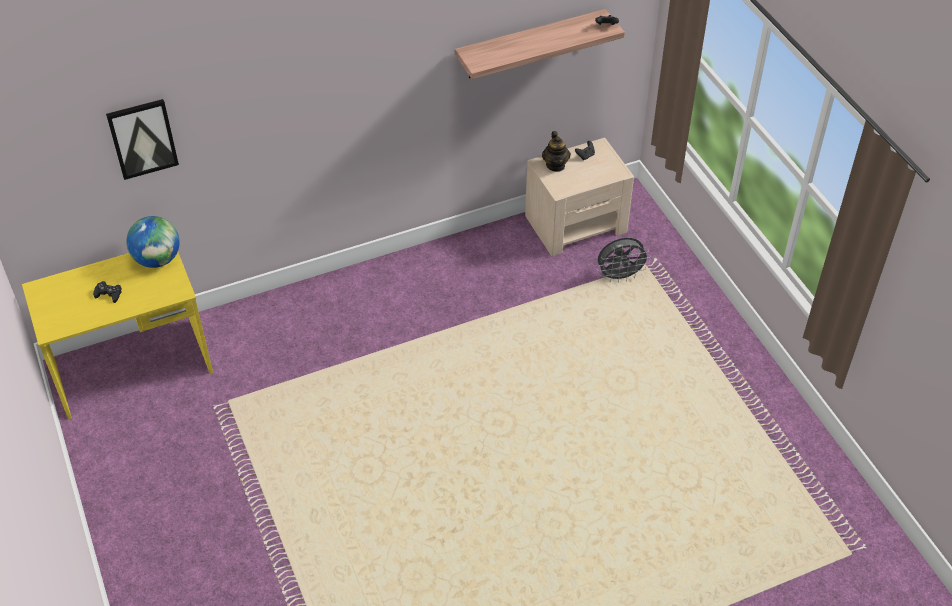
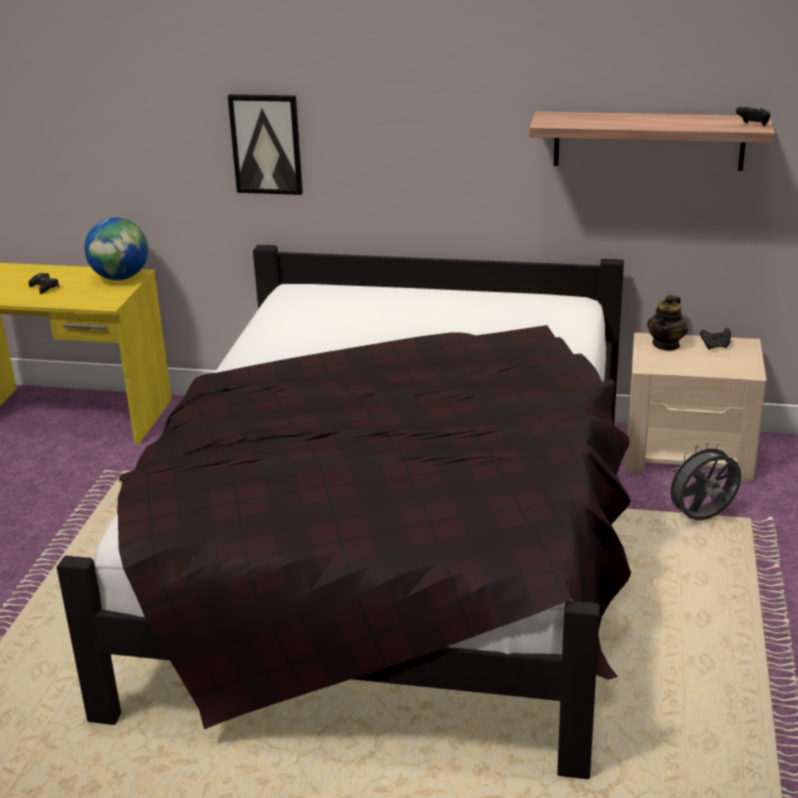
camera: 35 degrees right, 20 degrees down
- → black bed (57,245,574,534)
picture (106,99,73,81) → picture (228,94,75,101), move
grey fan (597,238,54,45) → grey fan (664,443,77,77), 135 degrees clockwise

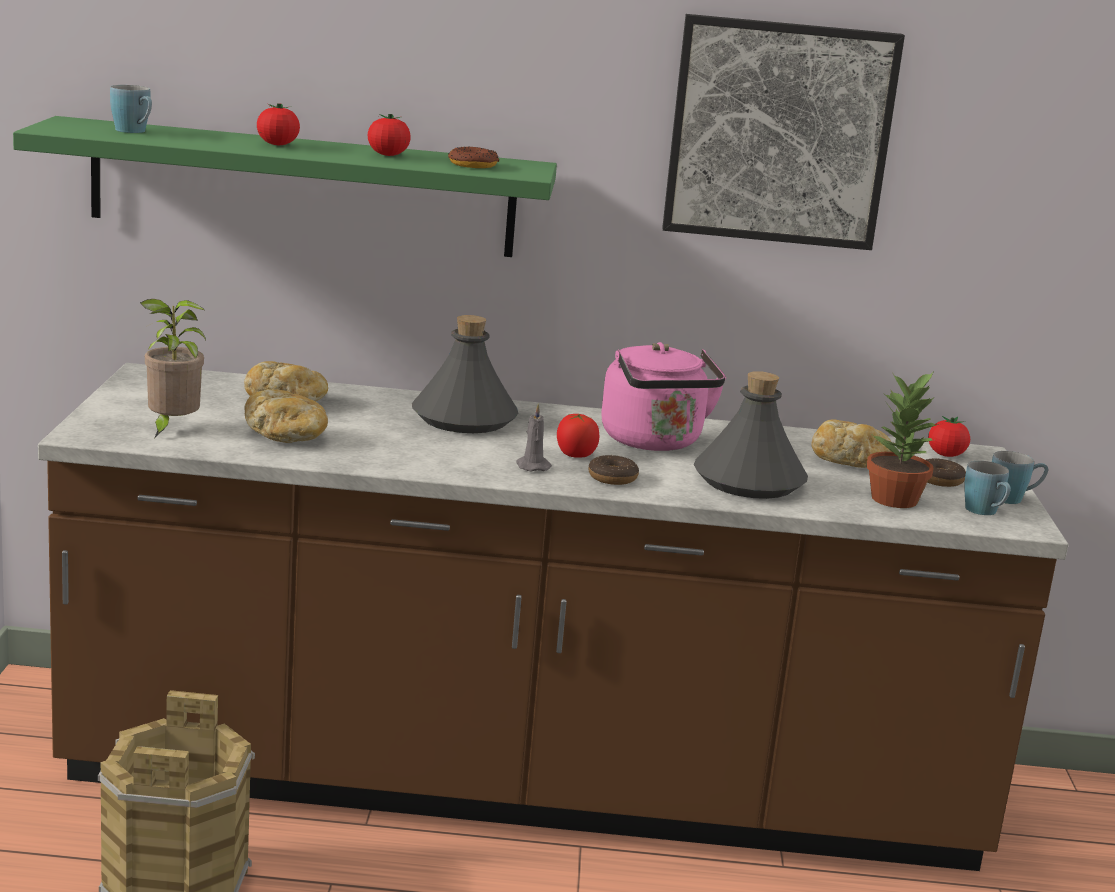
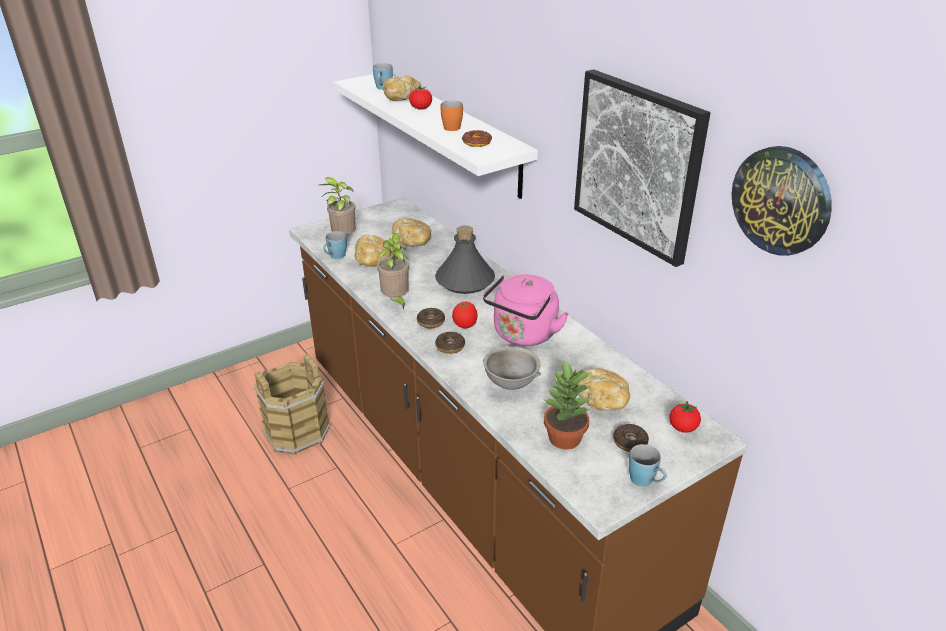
camera: 55 degrees right, 15 degrees up
blue mug (964,461,47,54) → blue mug (323,231,24,28), move
green shelf (13,116,544,141) → white shelf (334,74,204,125)
- → potted plant (377,233,32,77)
- → bread (383,75,38,26)
grey candle (516,403,36,68) → donut (417,308,28,20)
tomato (368,114,43,42) → orange mug (440,101,23,30)
grey bottle (694,371,114,128) → grey bowl (483,346,58,44)
- → wall clock (732,146,100,110)

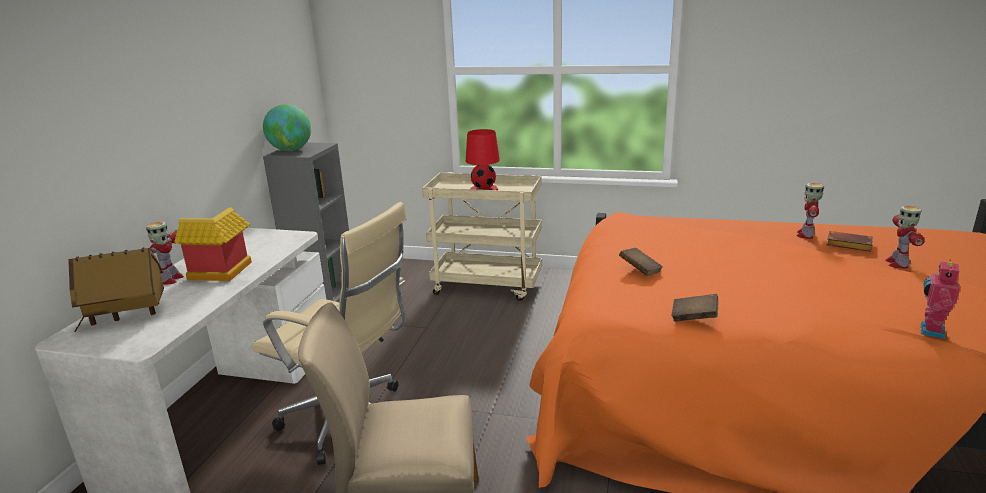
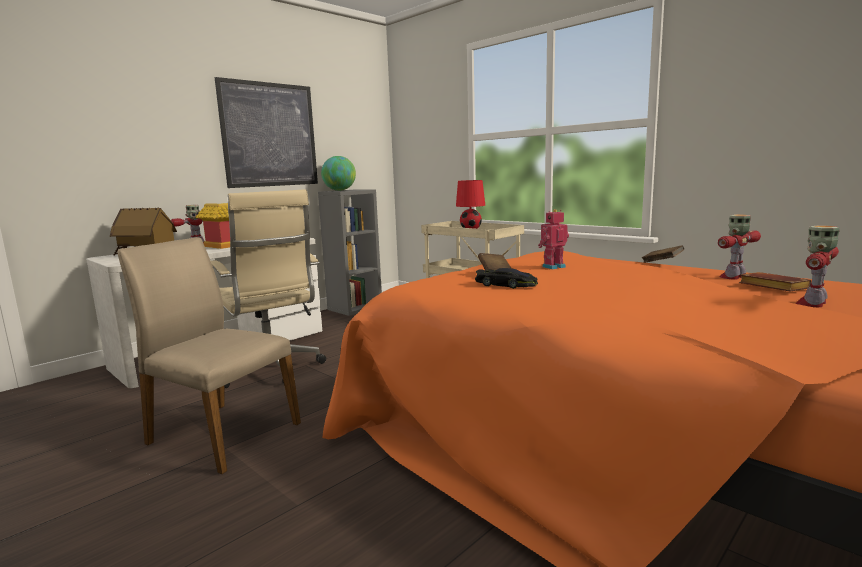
camera: 30 degrees right, 10 degrees down
- → picture (214,77,104,111)
- → black toy car (475,268,63,21)
toy robot (921,259,39,80) → toy robot (538,209,31,60), move
brown book (672,294,47,28) → brown book (642,245,42,18), move

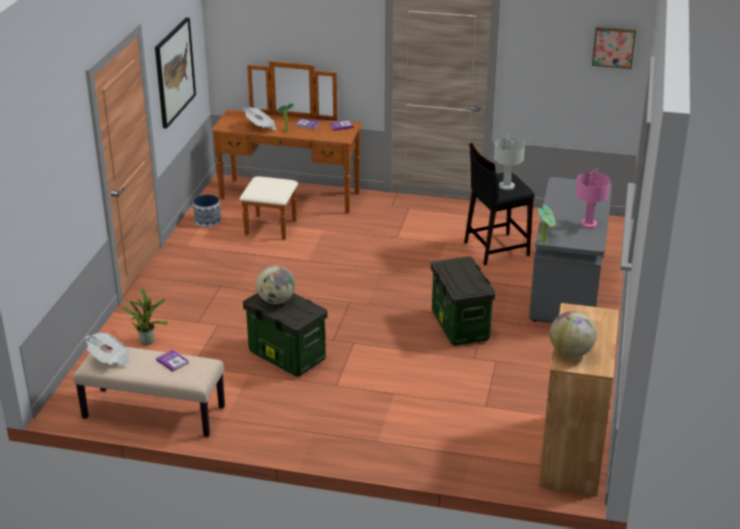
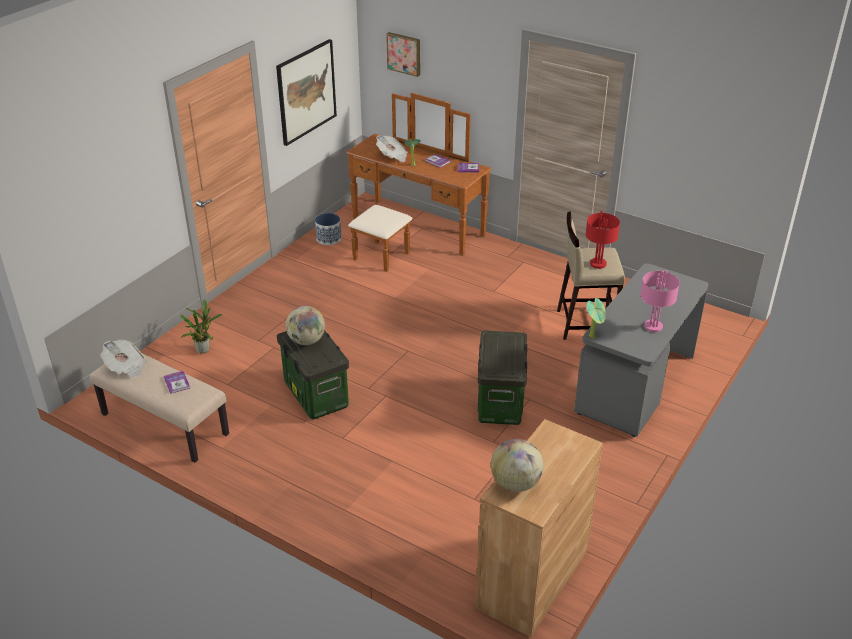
camera: 20 degrees right, 5 degrees up
picture (592,27,44,42) → picture (386,32,34,45), move
black stool (464,143,70,122) → beige stool (557,212,68,128)
grey table lamp (494,134,31,56) → red table lamp (585,210,35,59)

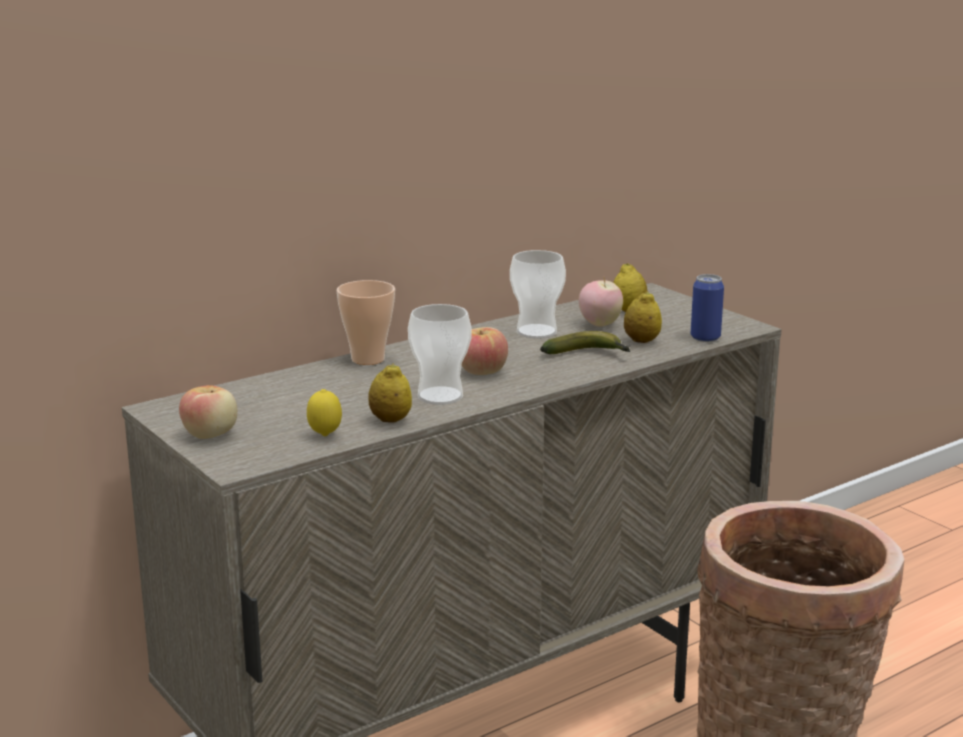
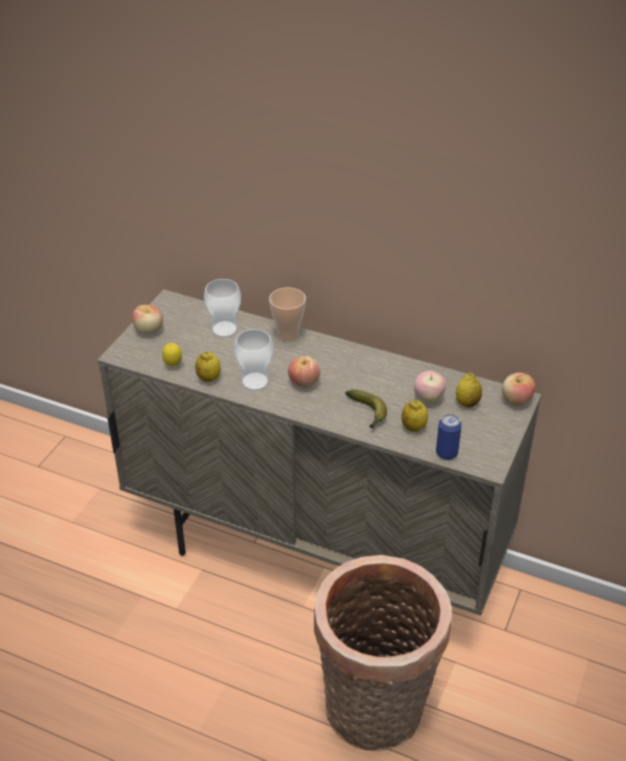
camera: 60 degrees right, 20 degrees up
cup (510,250,56,89) → cup (204,279,37,59), move
- → apple (502,373,34,33)

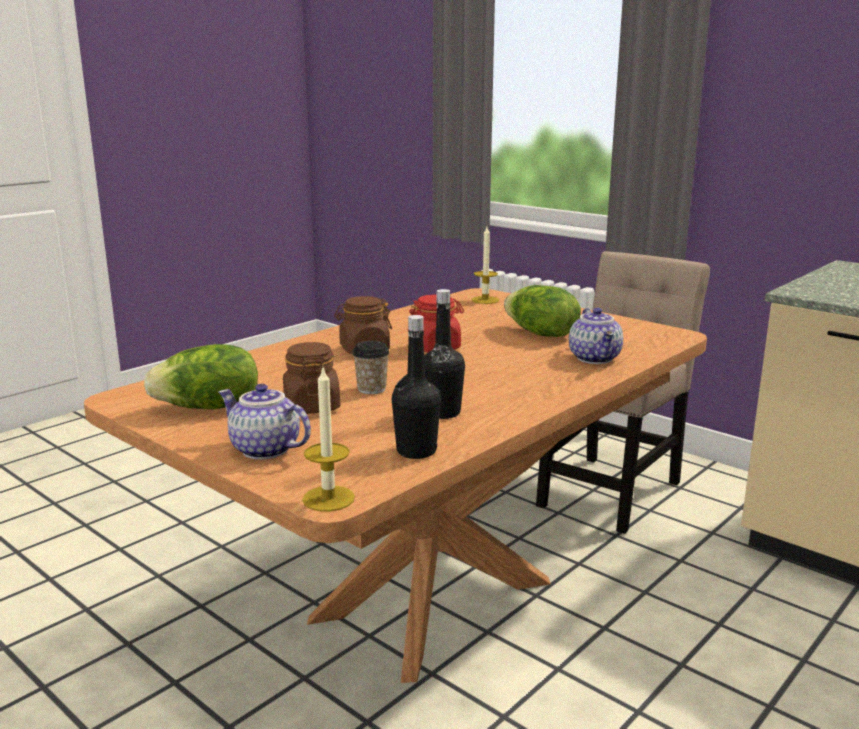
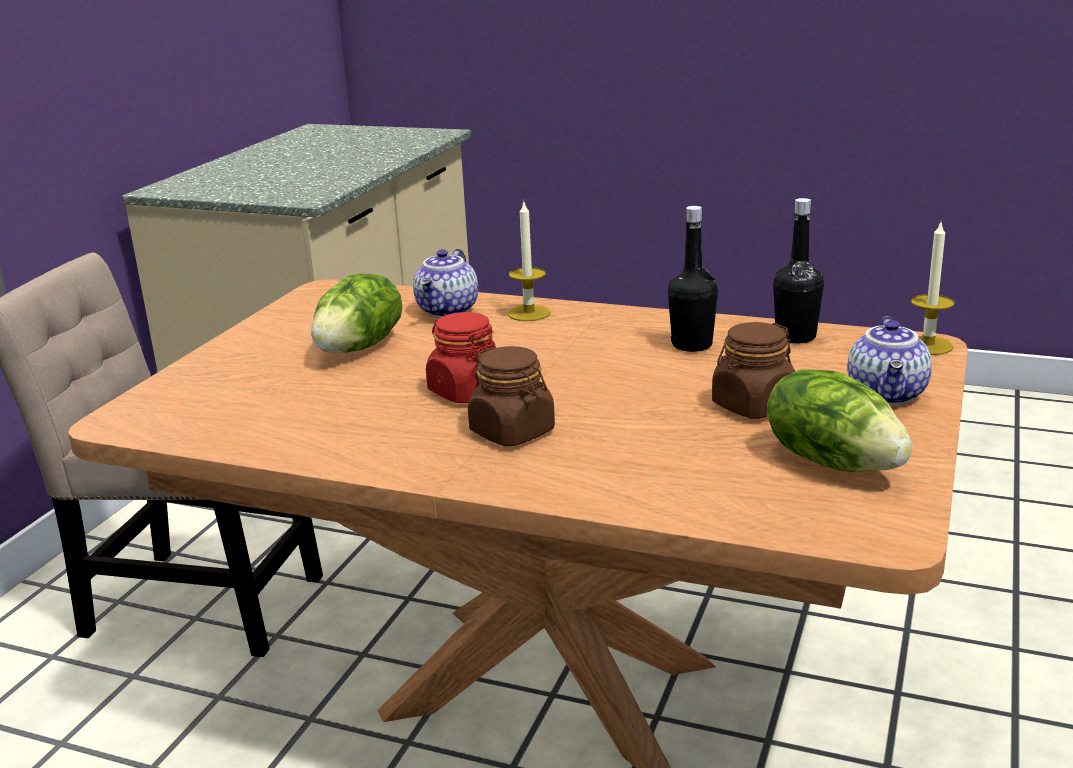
camera: 110 degrees left, 5 degrees up
teapot (569,308,54,56) → teapot (413,249,65,69), 135 degrees clockwise
candle (471,227,28,77) → candle (508,202,43,119), move
cup (352,341,38,53) → -

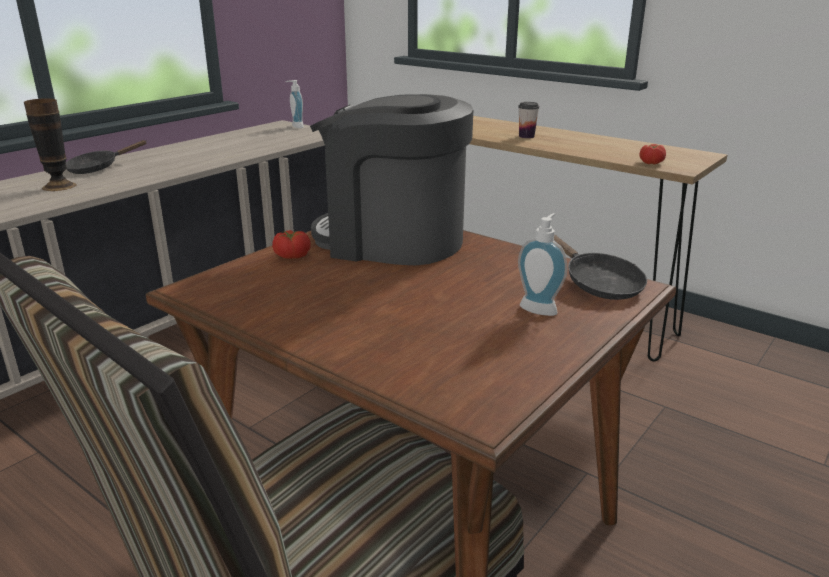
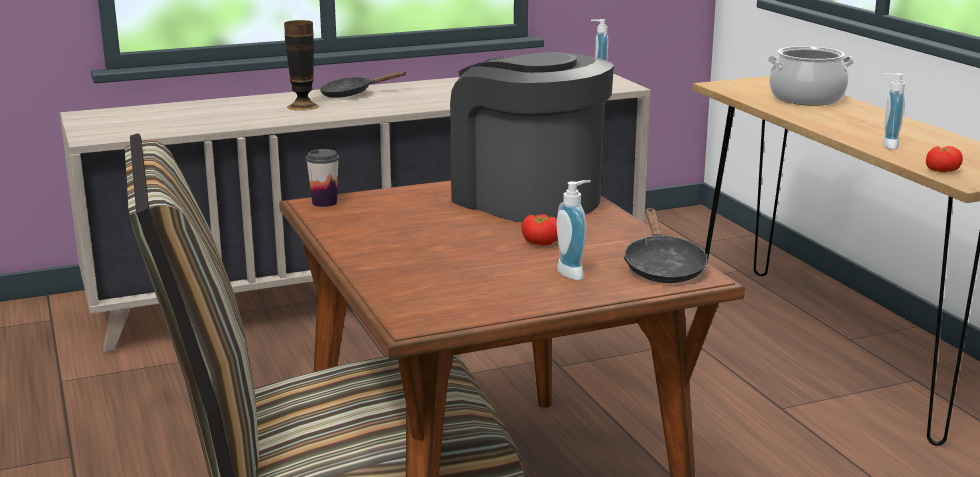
camera: 30 degrees right, 5 degrees down
cup (518,102,21,36) → cup (306,149,33,58), move
tomato (272,230,39,29) → tomato (521,214,37,32), move
- → cooking pot (767,46,87,60)
- → soap dispenser (883,73,22,77)

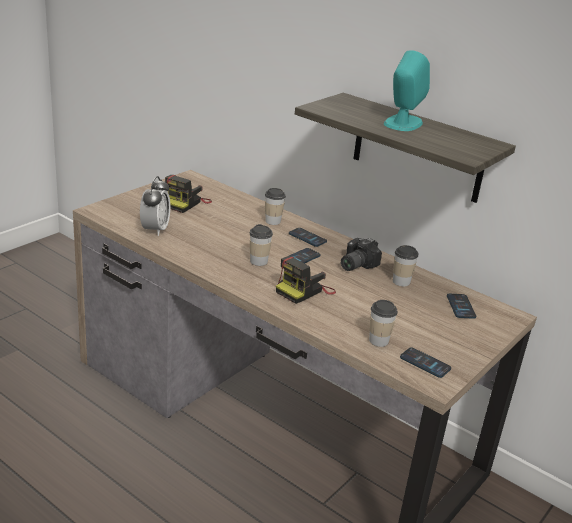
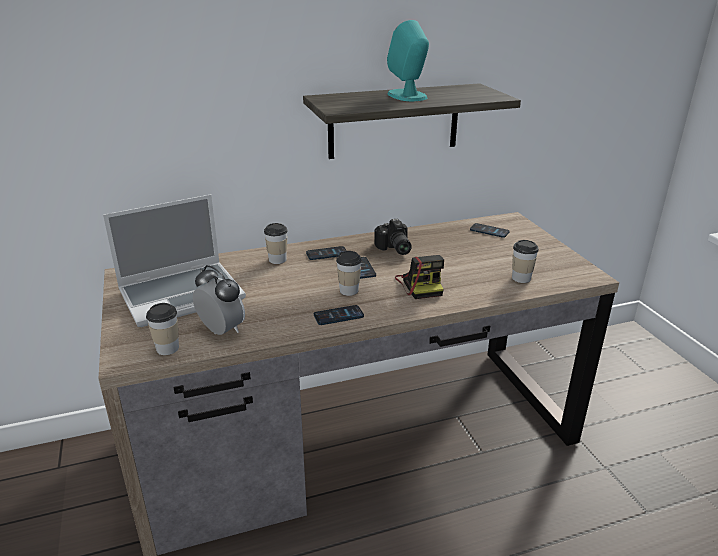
camera: 55 degrees left, 0 degrees up
photo camera (165,175,47,38) → laptop (103,194,143,133)
cup (393,245,25,41) → cup (146,303,33,52), move
phone (400,347,51,31) → phone (314,305,50,20), move

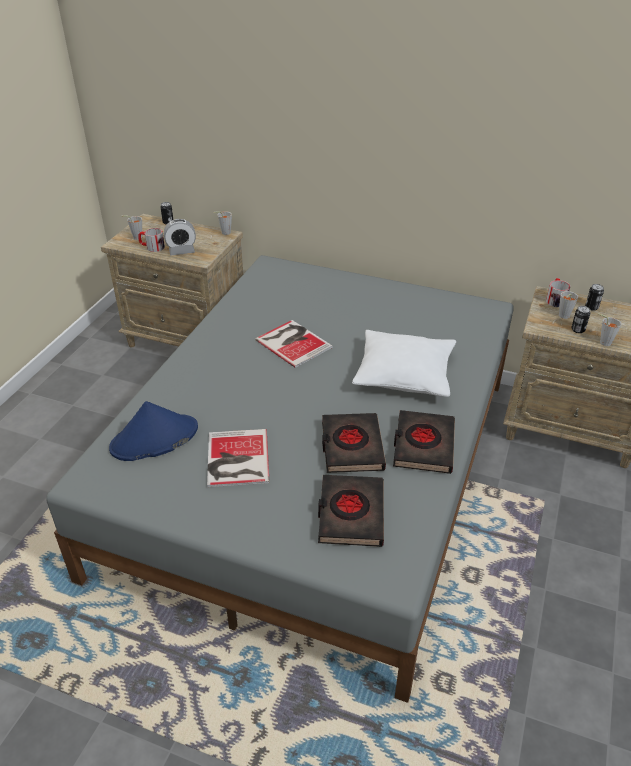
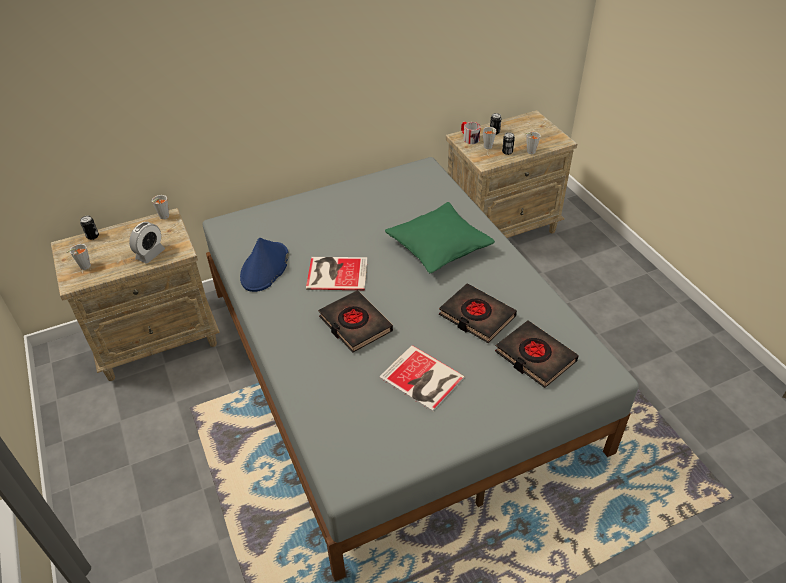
camera: 45 degrees left, 5 degrees up
blue hat (109,401,89,60) → blue hat (240,238,49,54), move
black book (393,410,62,64) → black book (318,290,75,63), move
white pillow (352,330,104,67) → green pillow (385,202,110,71)
mug (138,228,27,24) → -

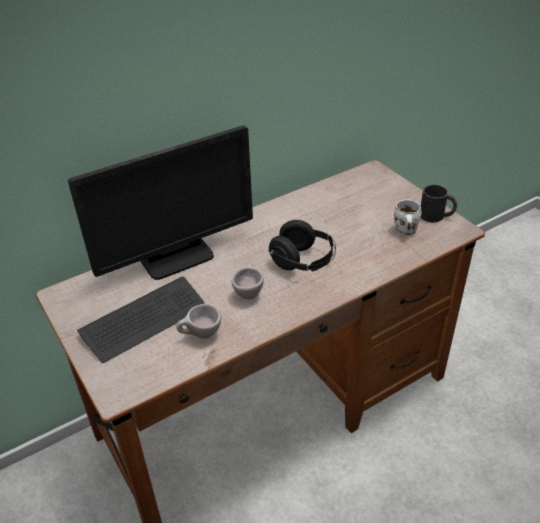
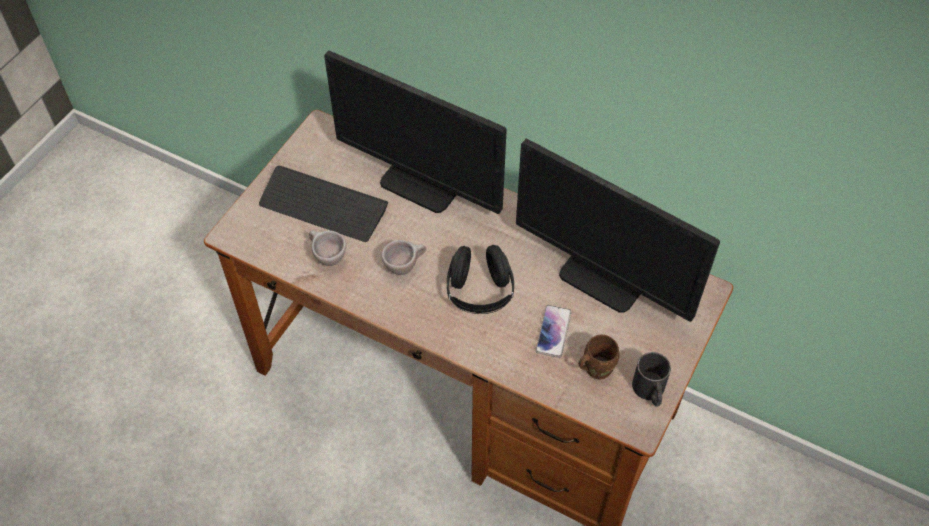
camera: 60 degrees right, 15 degrees up
- → monitor (516,139,204,183)
- → phone (535,305,37,53)
white mug (394,200,27,36) → brown mug (578,335,41,44)

